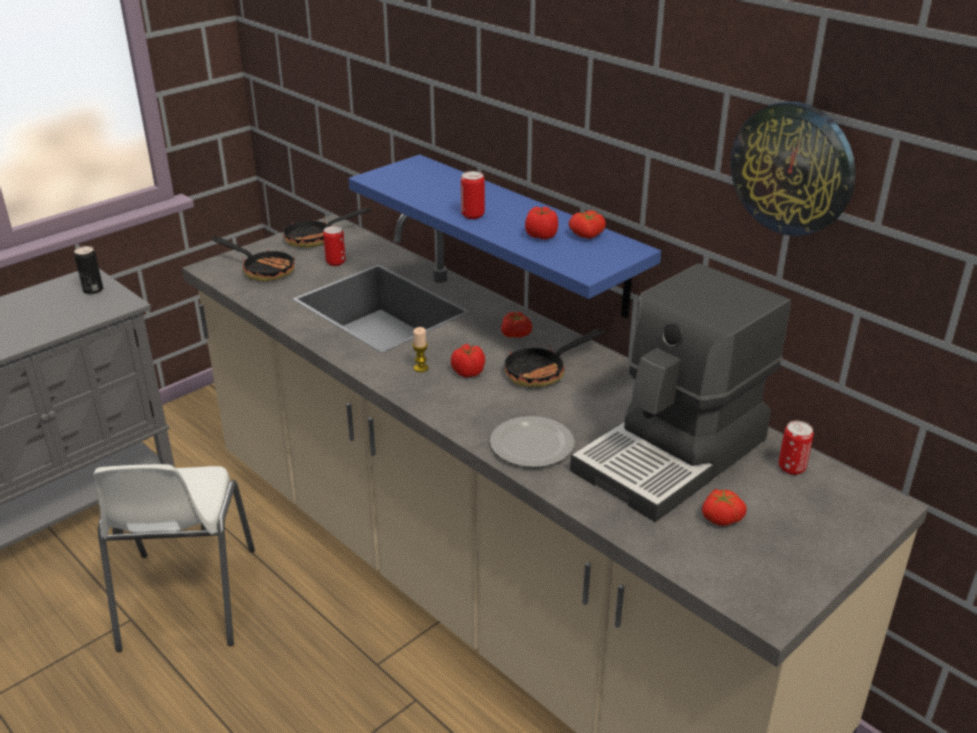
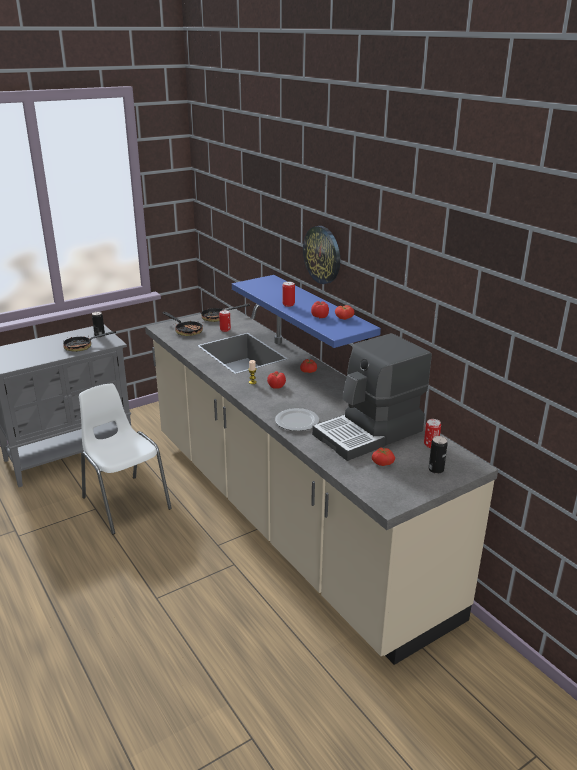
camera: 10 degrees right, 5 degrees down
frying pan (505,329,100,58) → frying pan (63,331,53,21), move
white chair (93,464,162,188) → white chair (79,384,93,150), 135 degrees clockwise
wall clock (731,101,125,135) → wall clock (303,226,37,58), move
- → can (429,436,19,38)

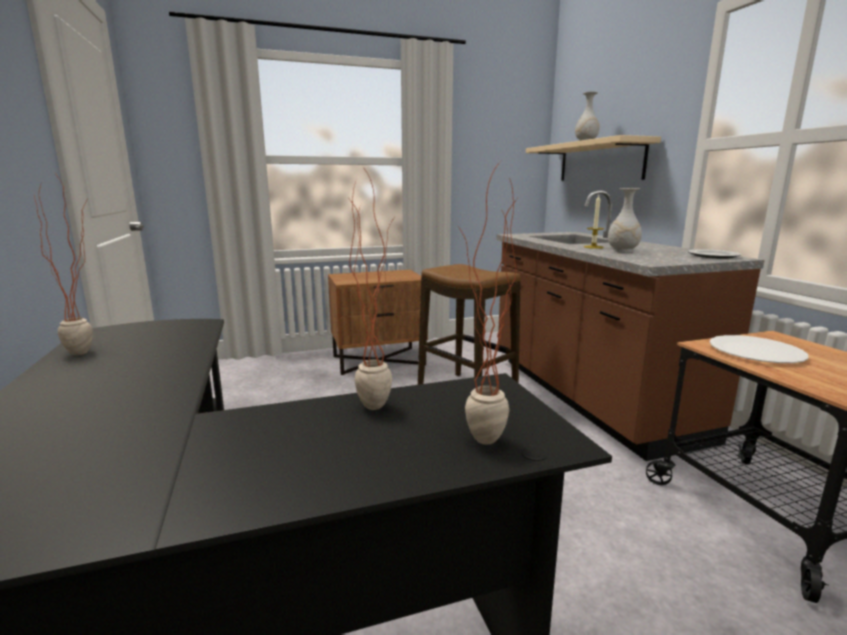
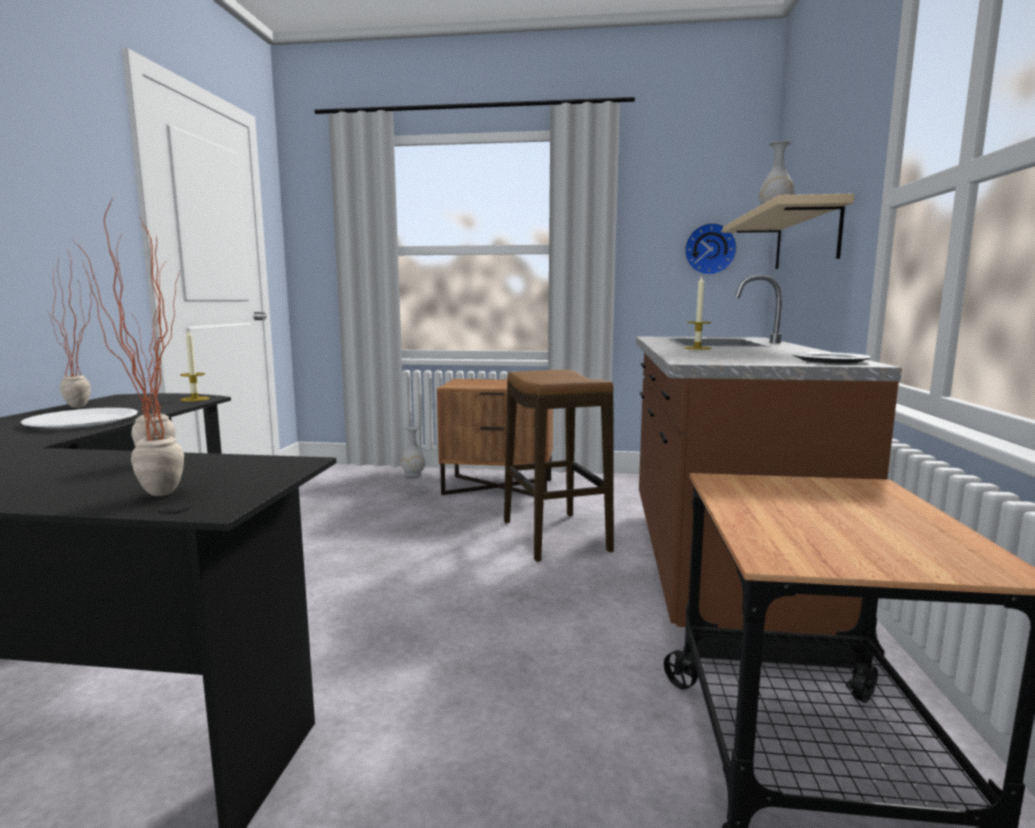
camera: 25 degrees right, 5 degrees down
white plate (709,335,99,28) → white plate (21,408,117,20), move
- → candle (180,330,30,72)
white vase (608,188,34,65) → white vase (401,427,25,49), move
- → wall clock (684,222,53,53)

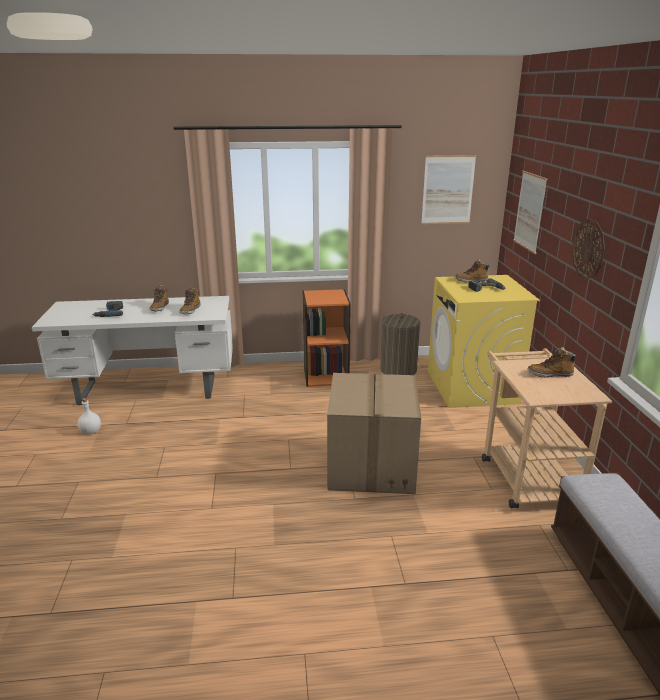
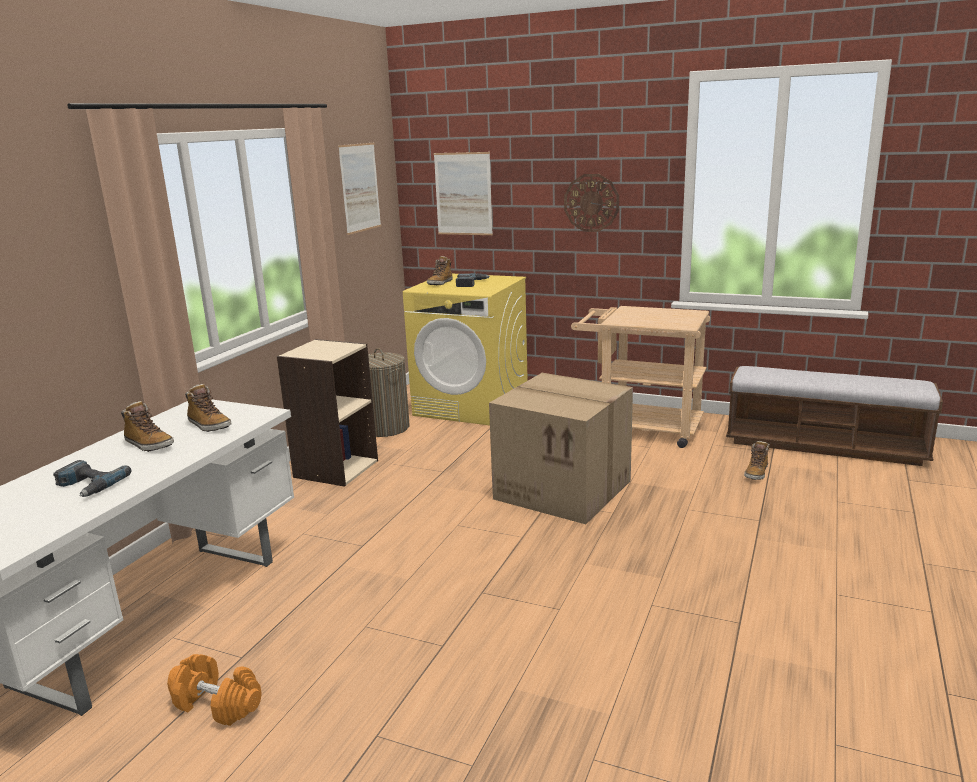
camera: 60 degrees left, 5 degrees down
white bottle (78,398,23,36) → orange dumbbell (167,654,94,72)
orange bookcase (302,289,49,98) → beige bookcase (277,339,101,148)
boot (528,347,49,31) → boot (744,441,26,39), move

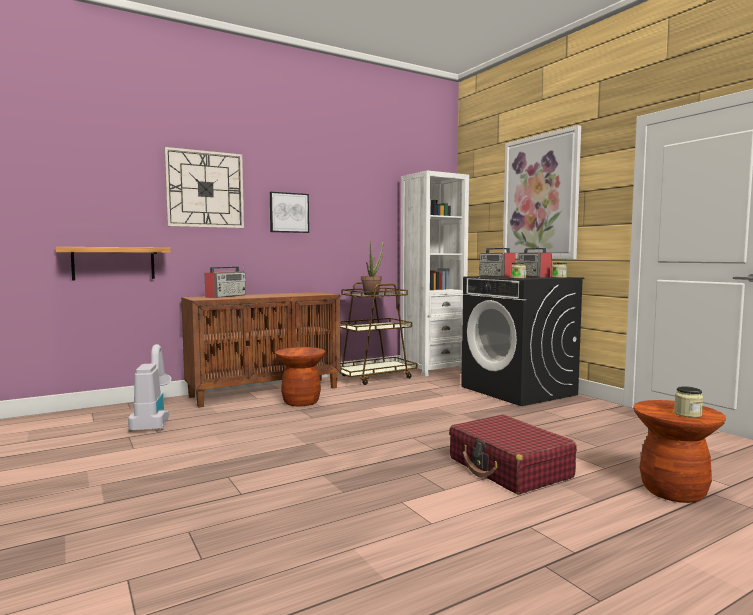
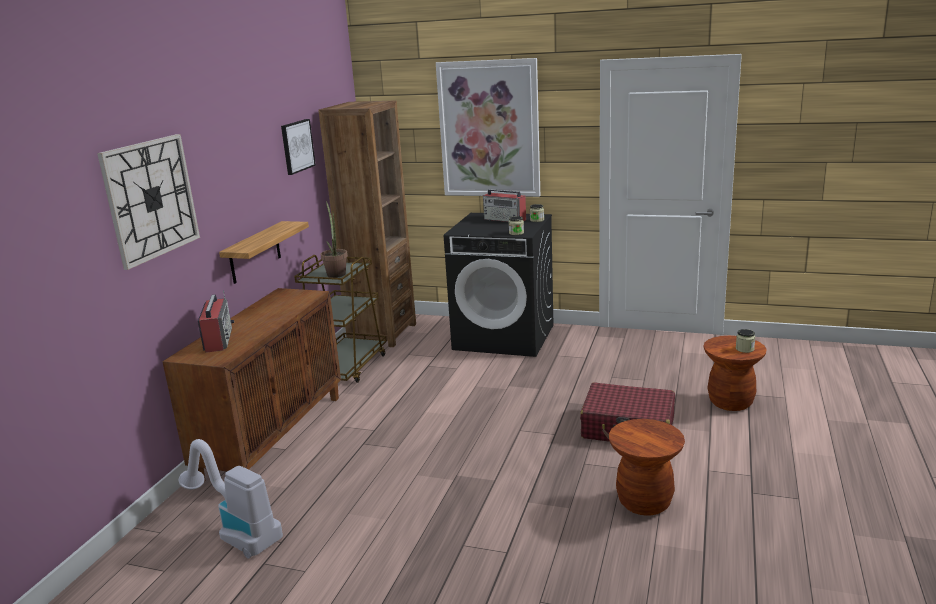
camera: 40 degrees left, 15 degrees up
shelf (56,247,115,34) → shelf (219,221,90,63), move
picture (270,192,39,41) → picture (281,119,35,56), move
white bookcase (400,170,69,207) → brown bookcase (318,101,98,246)
brown stool (275,347,51,59) → brown stool (609,419,76,97), move
radio (479,246,37,32) → -

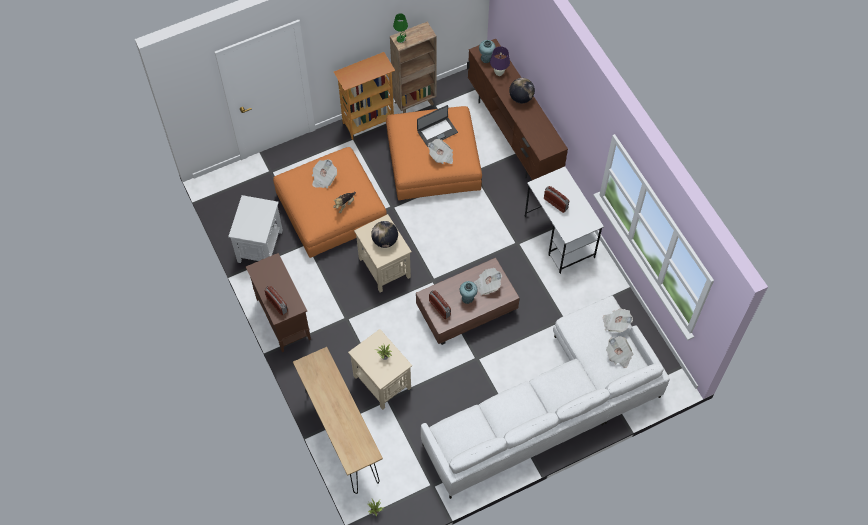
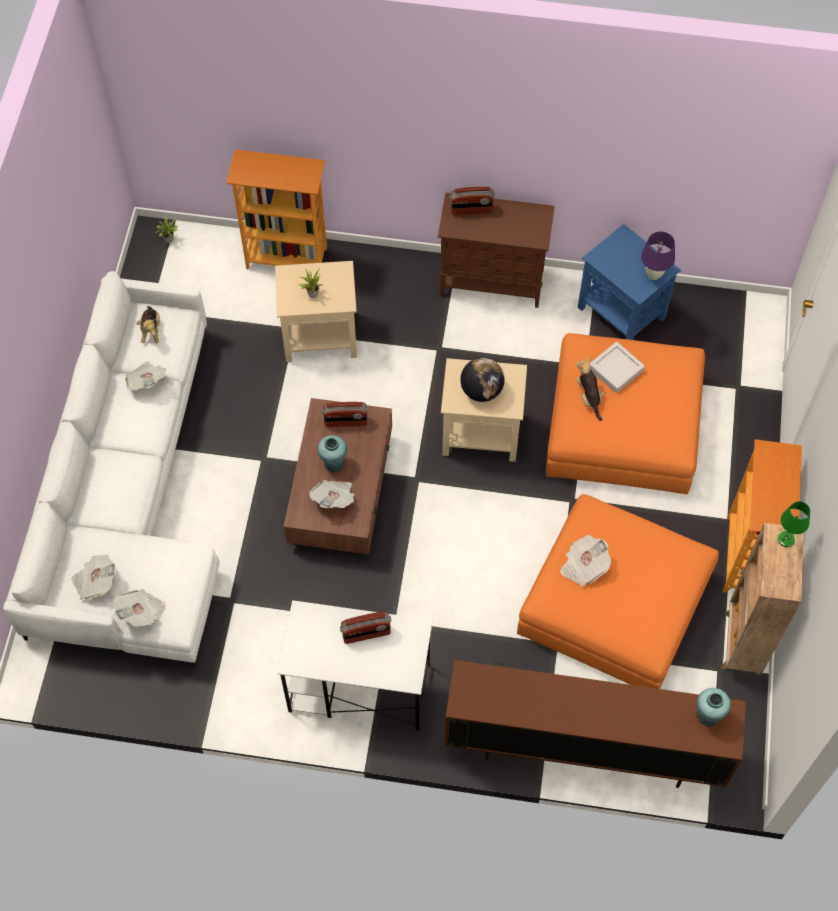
camera: 125 degrees right, 0 degrees up
newspaper (312,159,25,29) → newspaper (125,361,41,29), move
- → plush toy (136,306,24,37)
brown console table (293,347,90,147) → bookcase (226,149,101,121)
white side table (228,195,55,68) → blue side table (578,224,103,116)
- → grey tray (590,342,55,51)
purple table lamp (490,46,20,30) → purple table lamp (641,231,34,49), move
laptop (417,105,41,42) → -
globe (509,78,26,25) → -

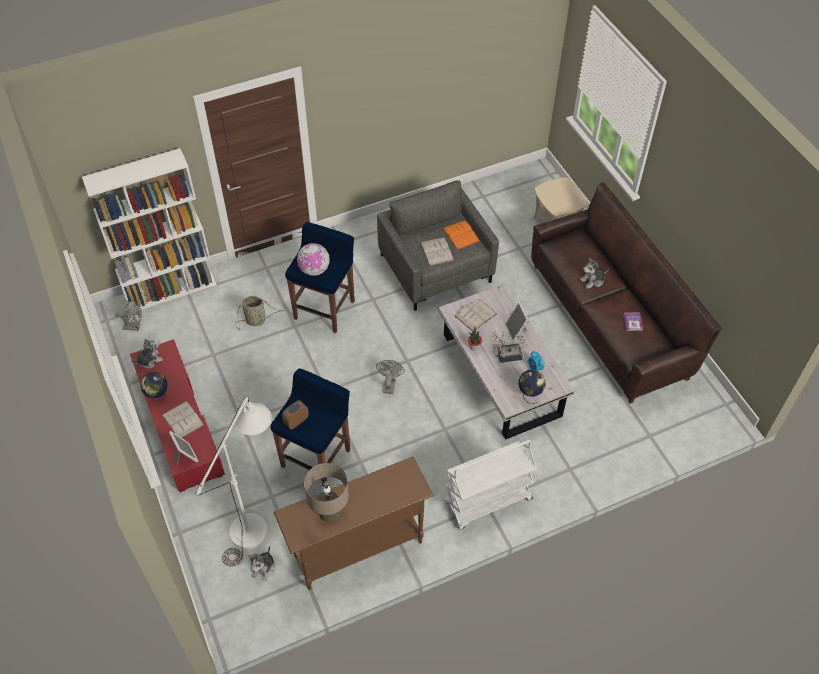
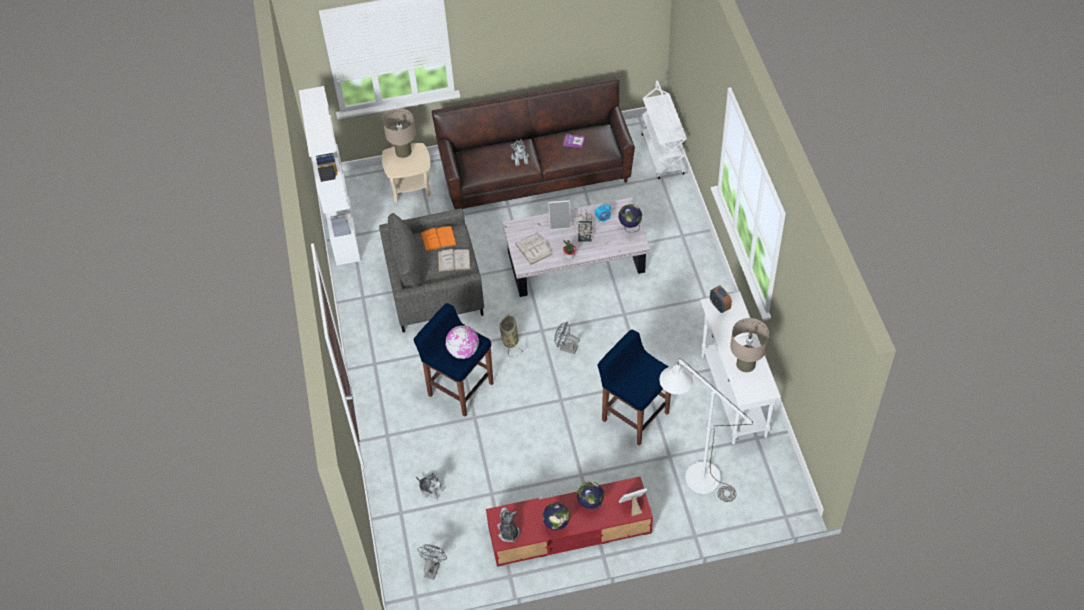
camera: 75 degrees left, 0 degrees up
white bookcase (82,148,135,163) → white bookcase (299,86,61,179), move
- → beige table lamp (383,108,33,50)
plush toy (248,546,27,35) → plush toy (416,473,29,27), move
basket (235,296,50,35) → basket (500,314,24,42), move
white book (162,401,42,37) → globe (577,482,27,30)
white cart (444,440,93,90) → white cart (641,80,46,99), move
brown console table (274,457,160,133) → white console table (700,292,81,152)
alarm clock (282,400,27,29) → alarm clock (710,286,22,27), move

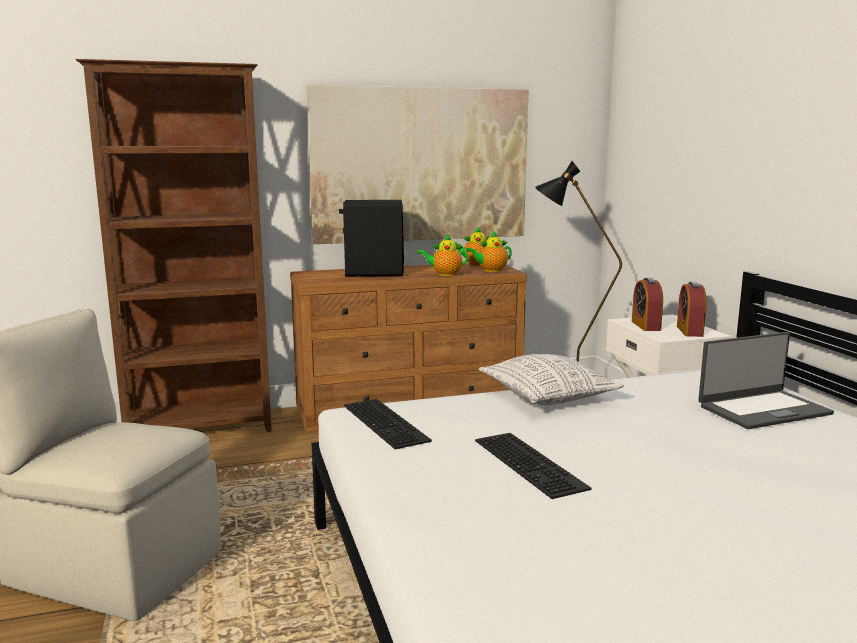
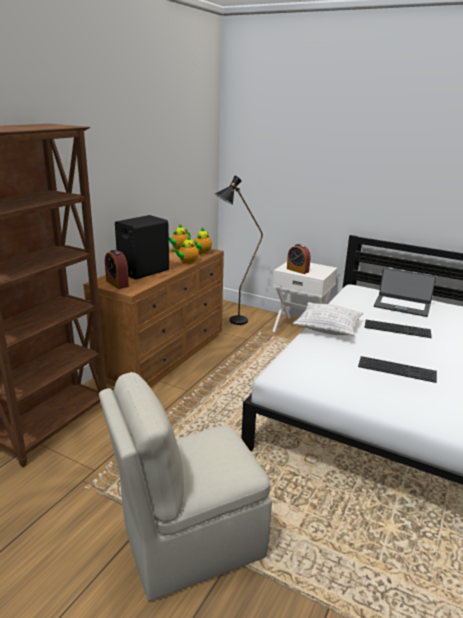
camera: 45 degrees left, 10 degrees up
alarm clock (677,282,29,55) → alarm clock (105,250,24,39), move
keyboard (344,399,88,50) → keyboard (364,320,68,18), move
laptop (698,332,136,97) → laptop (374,268,62,49), 90 degrees clockwise
picture (306,85,223,159) → -

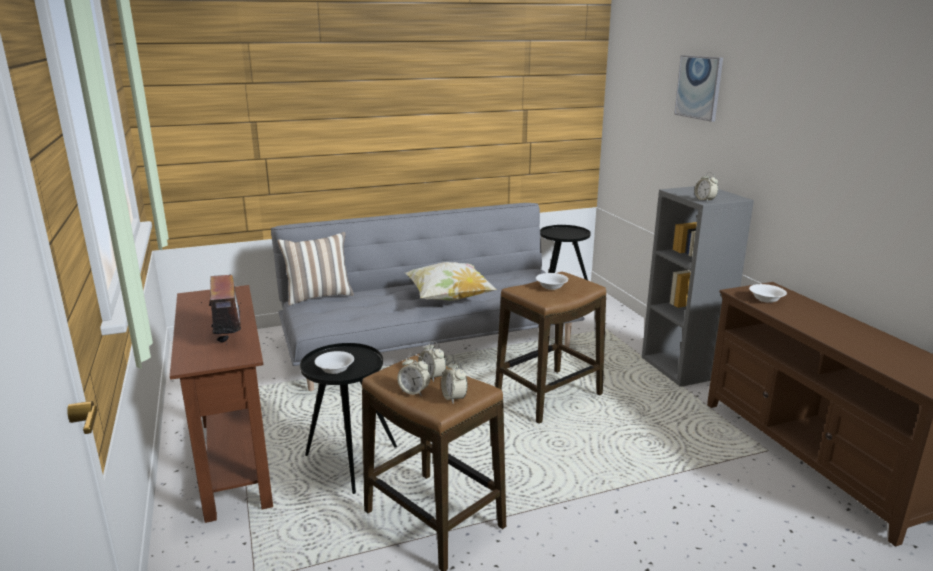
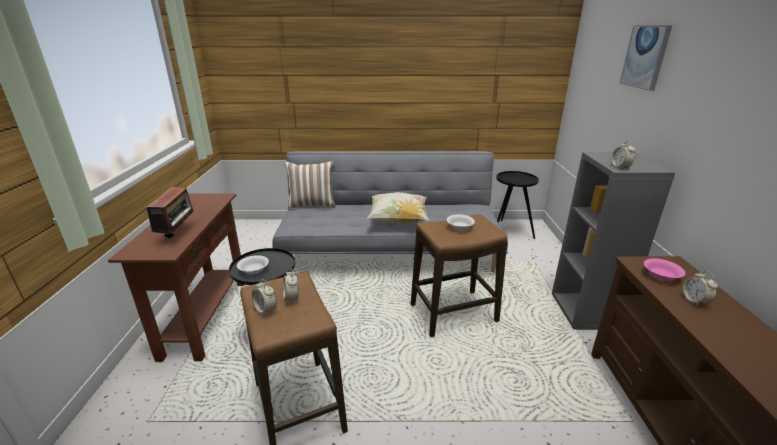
camera: 20 degrees right, 5 degrees up
white bowl (749,284,38,19) → pink bowl (644,258,42,23)
alarm clock (441,360,26,43) → alarm clock (683,271,35,36), move

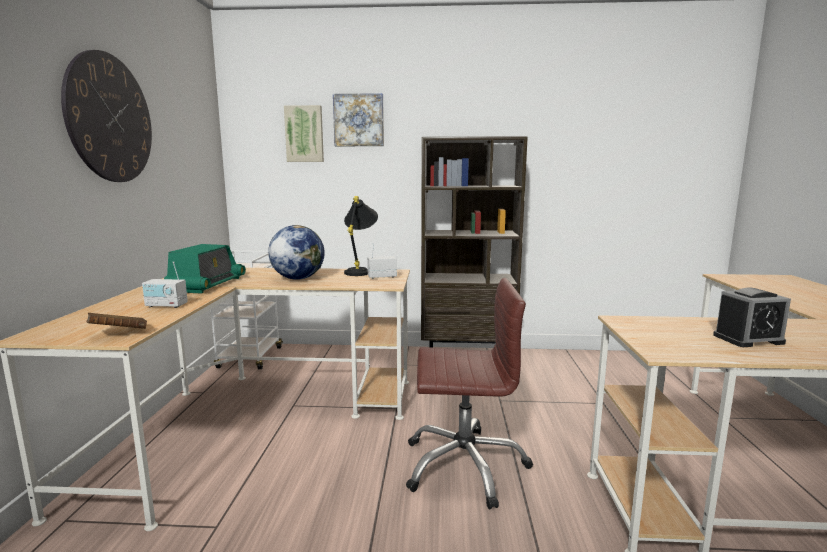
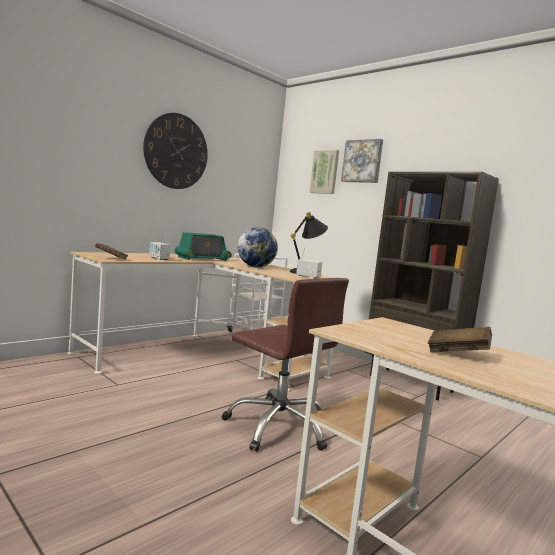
camera: 40 degrees right, 5 degrees down
alarm clock (713,287,78,60) → brown book (428,327,64,25)

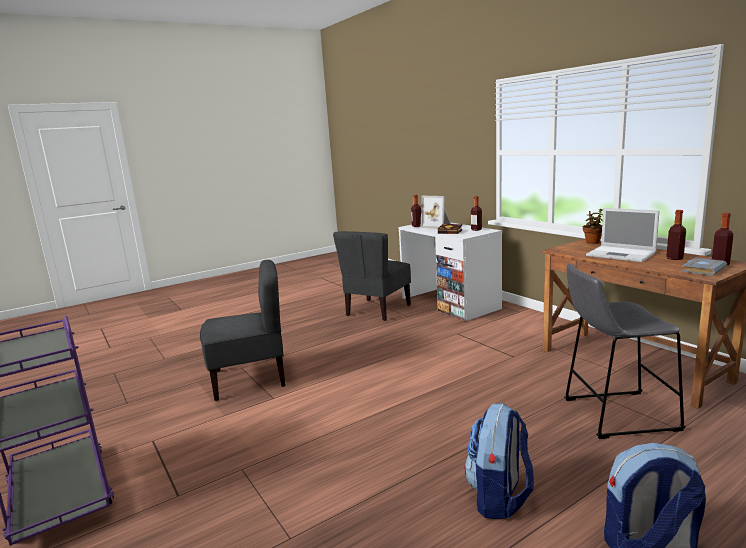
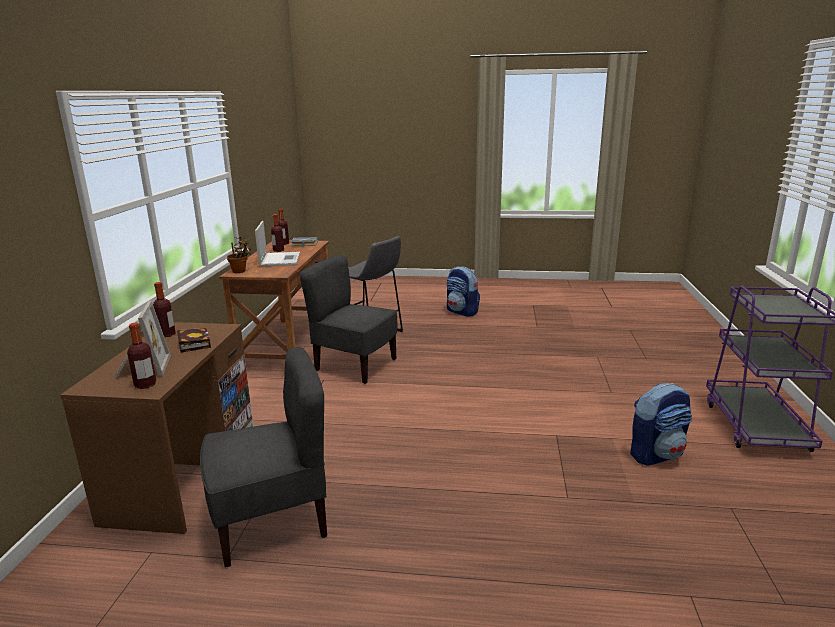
camera: 140 degrees left, 5 degrees up
white desk (398,222,104,99) → brown desk (60,322,194,212)
grey chair (200,260,86,141) → grey chair (299,255,98,129), move
backpack (464,403,70,116) → backpack (630,383,62,83), move

